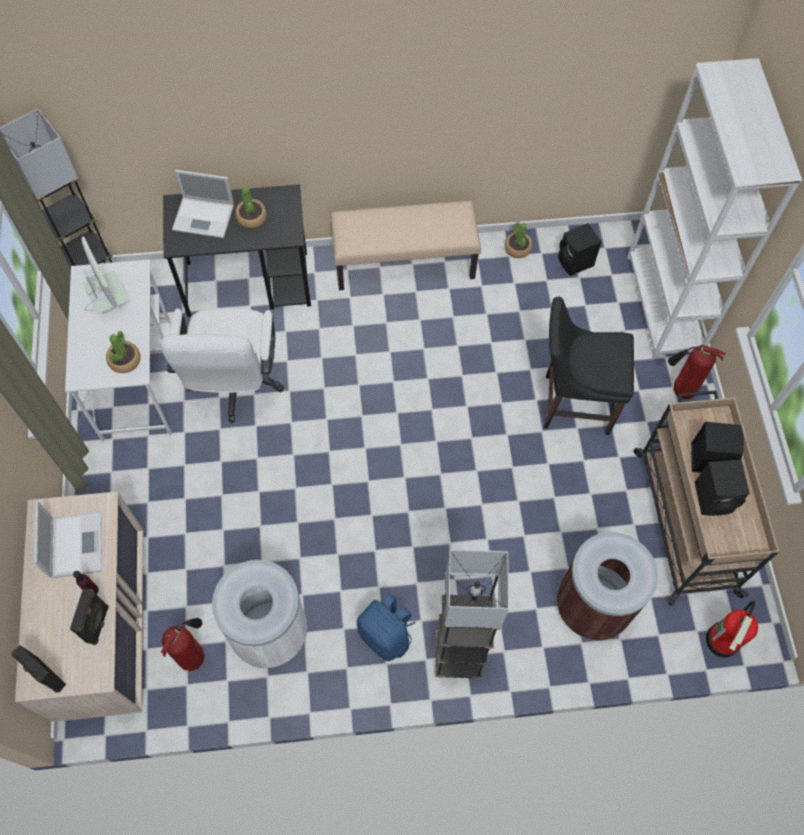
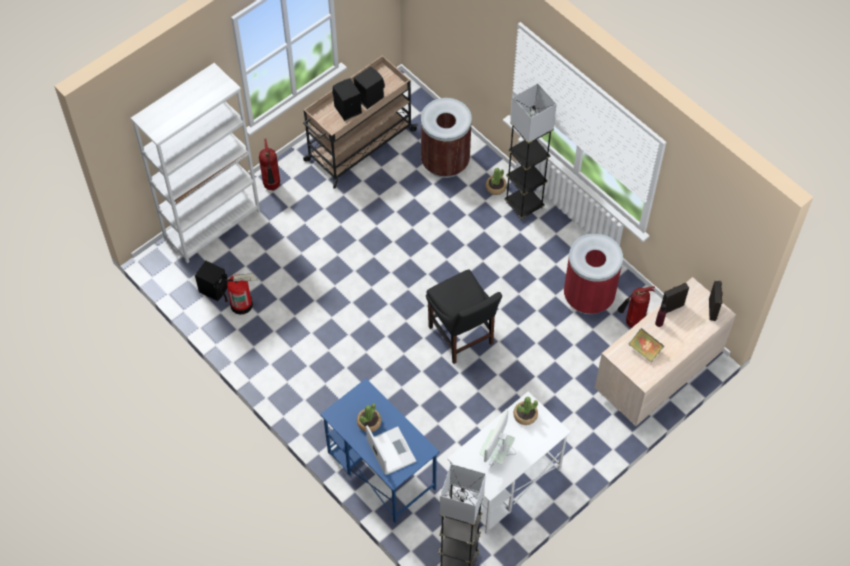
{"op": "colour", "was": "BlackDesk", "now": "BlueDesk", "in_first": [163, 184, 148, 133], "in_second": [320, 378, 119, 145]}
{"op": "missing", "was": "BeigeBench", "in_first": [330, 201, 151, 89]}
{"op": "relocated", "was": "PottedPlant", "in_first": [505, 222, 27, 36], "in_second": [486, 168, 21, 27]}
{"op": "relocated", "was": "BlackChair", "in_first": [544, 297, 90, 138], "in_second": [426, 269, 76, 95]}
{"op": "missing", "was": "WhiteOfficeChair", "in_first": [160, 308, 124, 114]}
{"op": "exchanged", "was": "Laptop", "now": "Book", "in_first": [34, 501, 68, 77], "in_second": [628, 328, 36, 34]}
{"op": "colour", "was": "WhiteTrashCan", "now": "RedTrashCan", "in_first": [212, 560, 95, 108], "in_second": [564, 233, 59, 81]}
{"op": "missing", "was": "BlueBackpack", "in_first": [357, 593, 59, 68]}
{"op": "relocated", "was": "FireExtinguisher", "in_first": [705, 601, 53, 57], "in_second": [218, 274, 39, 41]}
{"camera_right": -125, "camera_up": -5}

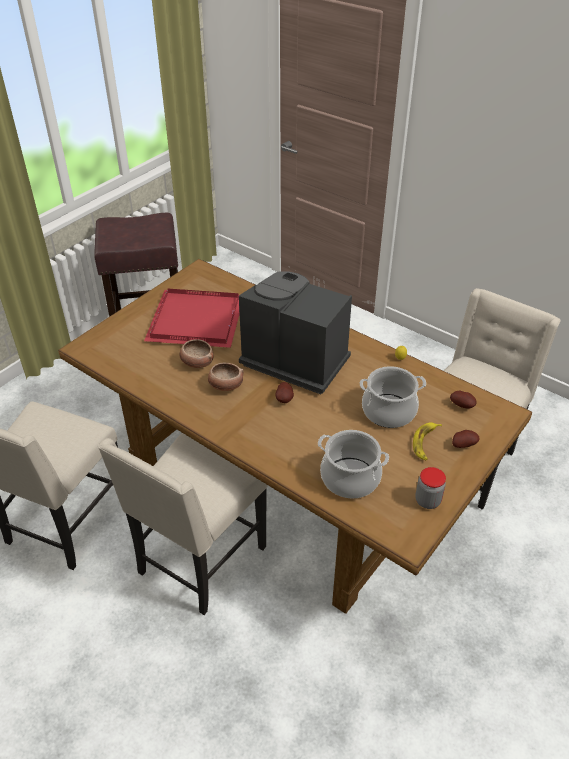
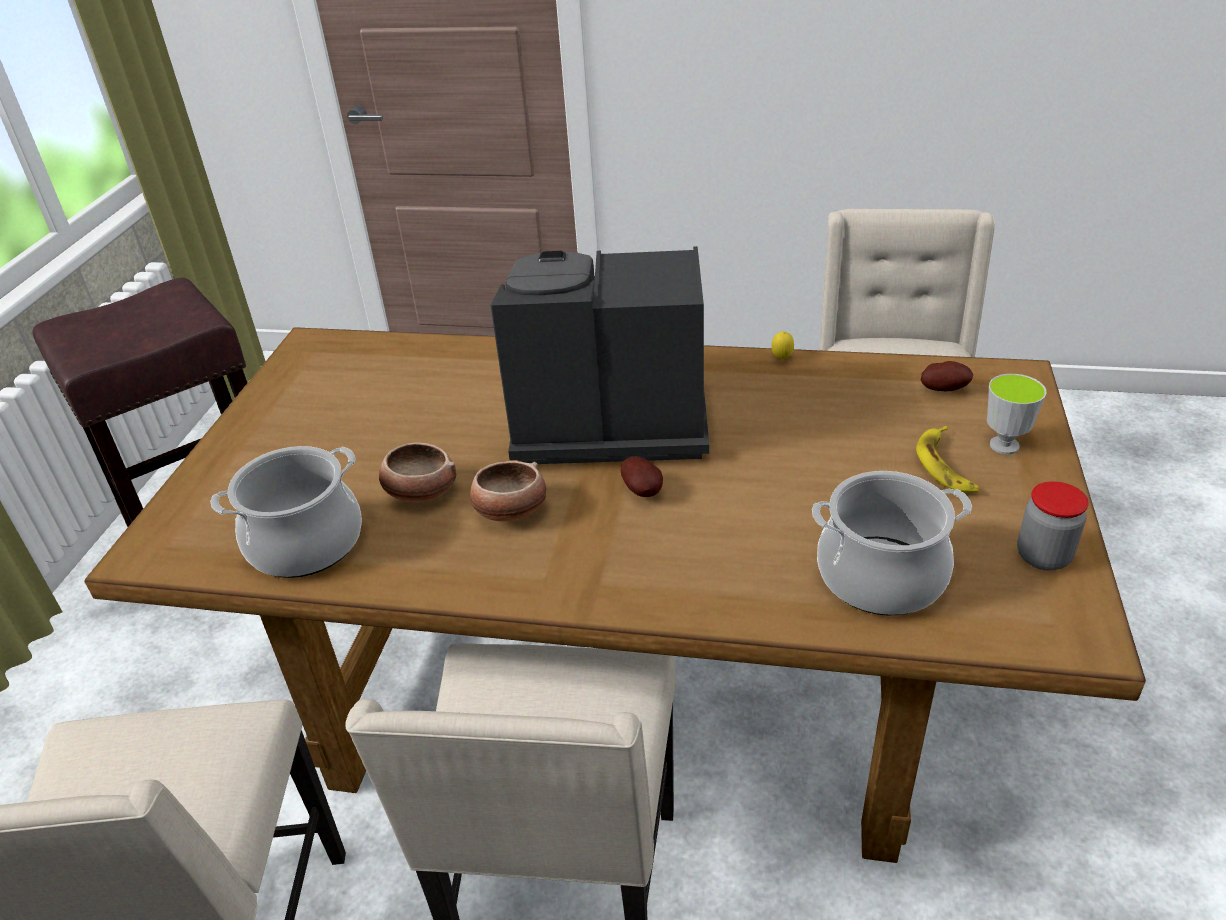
{"op": "missing", "was": "RedTray", "in_first": [144, 289, 95, 59]}
{"op": "relocated", "was": "CookingPot", "in_first": [360, 366, 66, 62], "in_second": [210, 446, 152, 132]}
{"op": "exchanged", "was": "Potato", "now": "Cup", "in_first": [452, 430, 28, 18], "in_second": [987, 374, 59, 80]}
{"camera_right": -25, "camera_up": -5}

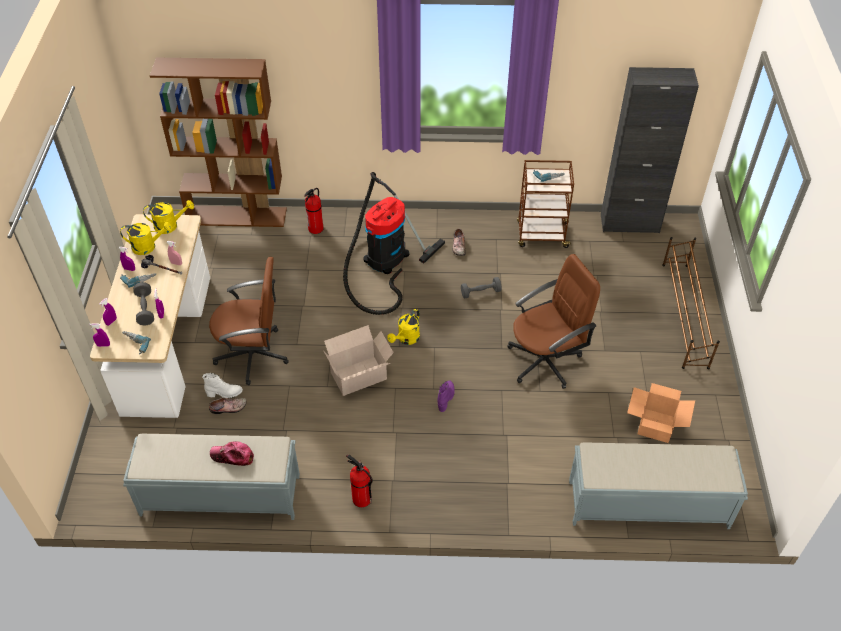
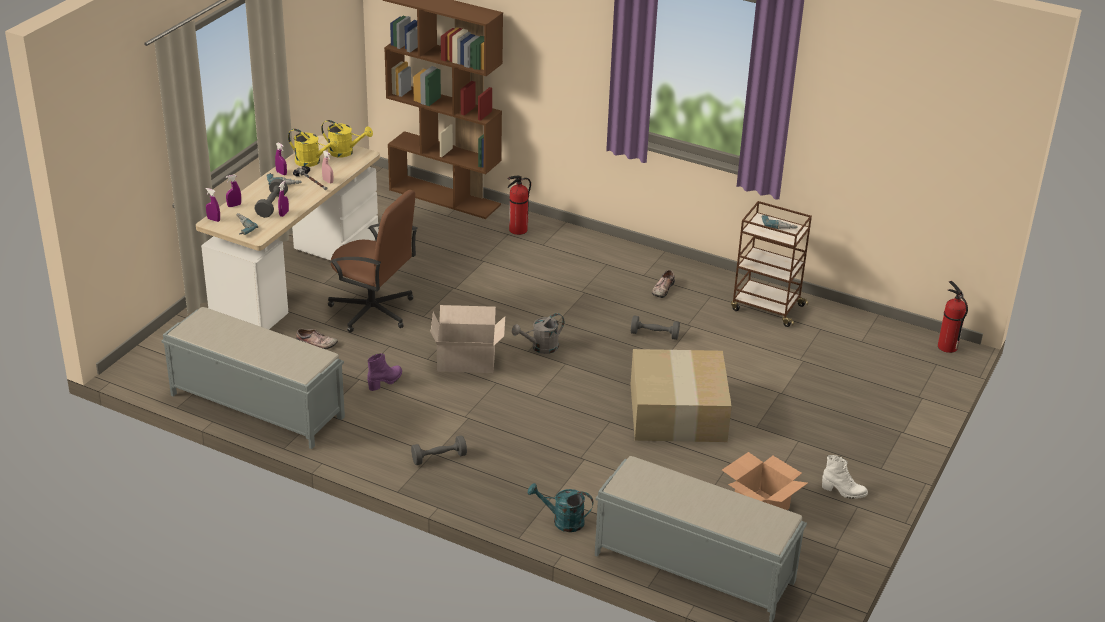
{"op": "missing", "was": "BlackCabinet", "in_first": [601, 67, 98, 166]}
{"op": "missing", "was": "VacuumCleaner", "in_first": [343, 172, 102, 143]}
{"op": "missing", "was": "BrownShoeRack", "in_first": [662, 237, 58, 132]}
{"op": "exchanged", "was": "BrownOfficeChair", "now": "CardboardBox", "in_first": [507, 254, 93, 135], "in_second": [631, 349, 101, 93]}
{"op": "colour", "was": "YellowWateringCan", "now": "GreyWateringCan", "in_first": [387, 309, 33, 36], "in_second": [512, 313, 52, 41]}
{"op": "relocated", "was": "WhiteBoot", "in_first": [202, 373, 41, 26], "in_second": [822, 455, 46, 44]}
{"op": "relocated", "was": "PurpleBoot", "in_first": [437, 380, 18, 32], "in_second": [367, 353, 35, 38]}
{"op": "missing", "was": "Cap", "in_first": [210, 442, 44, 24]}
{"op": "relocated", "was": "FireExtinguisher", "in_first": [346, 454, 27, 53], "in_second": [938, 281, 30, 72]}
{"op": "appeared", "now": "GreyDumbbell", "in_second": [411, 435, 56, 30]}
{"op": "appeared", "now": "TurquoiseWateringCan", "in_second": [528, 483, 65, 49]}
{"camera_right": 25, "camera_up": -15}

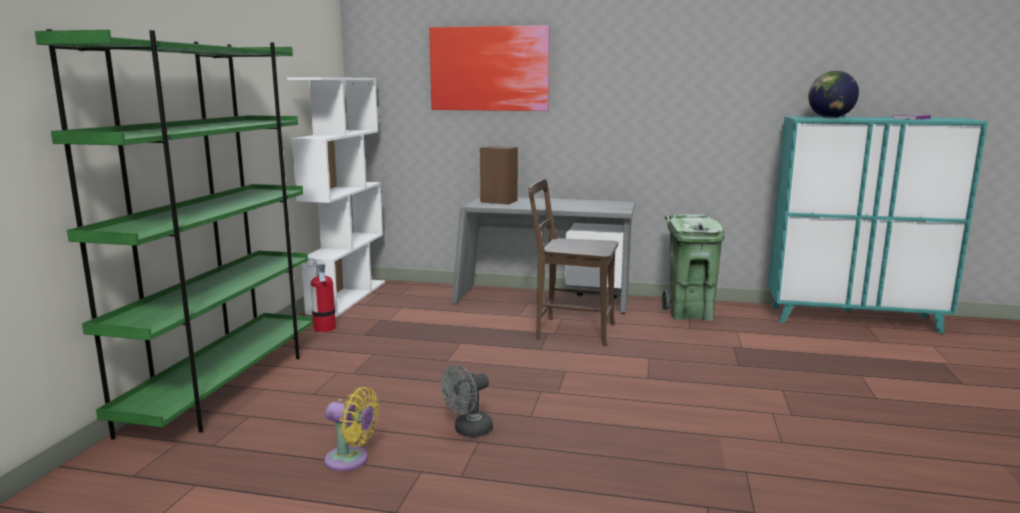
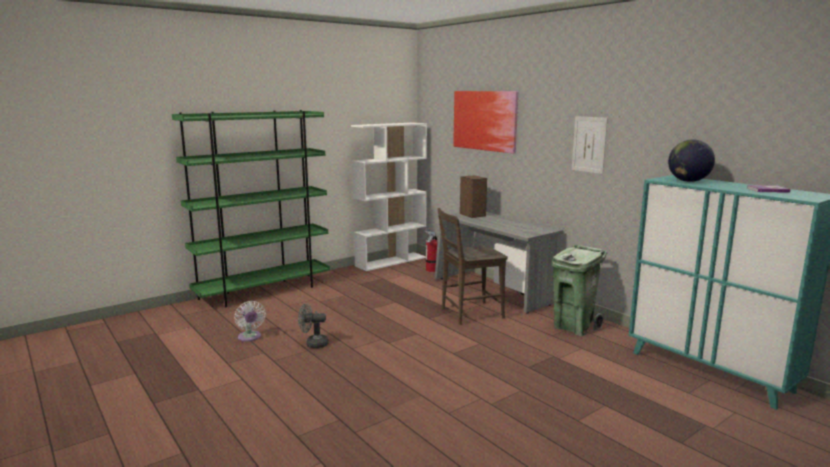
{"op": "spun", "was": "BrownChair", "in_first": [528, 179, 90, 167], "in_second": [437, 208, 71, 117], "clockwise": -75}
{"op": "relocated", "was": "FireExtinguisher", "in_first": [306, 258, 30, 74], "in_second": [425, 228, 13, 44]}
{"op": "colour", "was": "YellowFan", "now": "WhiteFan", "in_first": [324, 387, 55, 84], "in_second": [234, 301, 32, 41]}
{"op": "appeared", "now": "Picture", "in_second": [572, 116, 36, 58]}
{"camera_right": 40, "camera_up": 0}

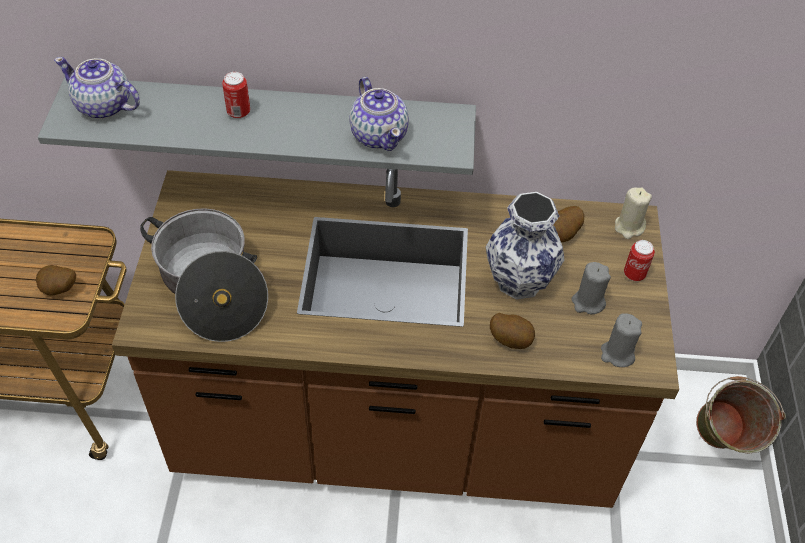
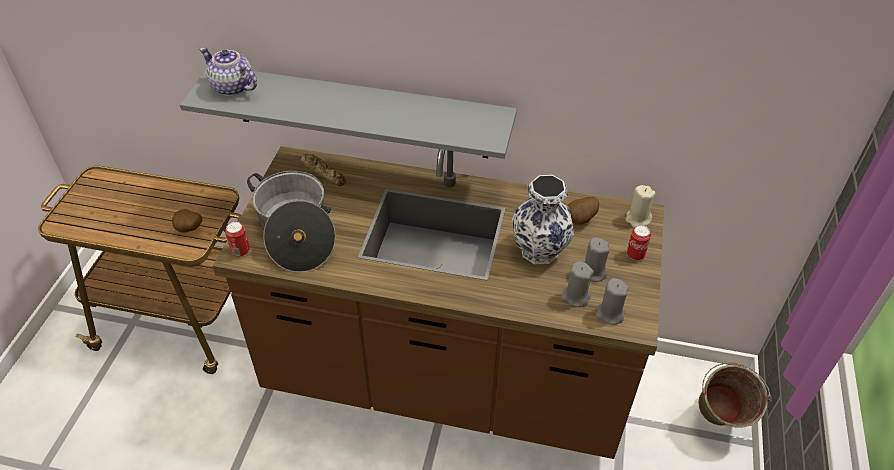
{"op": "relocated", "was": "Can", "in_first": [222, 72, 28, 47], "in_second": [225, 222, 25, 35]}
{"op": "missing", "was": "Teapot", "in_first": [349, 77, 60, 74]}
{"op": "missing", "was": "Potato", "in_first": [490, 313, 45, 36]}
{"op": "appeared", "now": "Bread", "in_second": [301, 154, 46, 32]}
{"op": "appeared", "now": "GreyCandle", "in_second": [561, 261, 33, 46]}
{"camera_right": 10, "camera_up": -5}

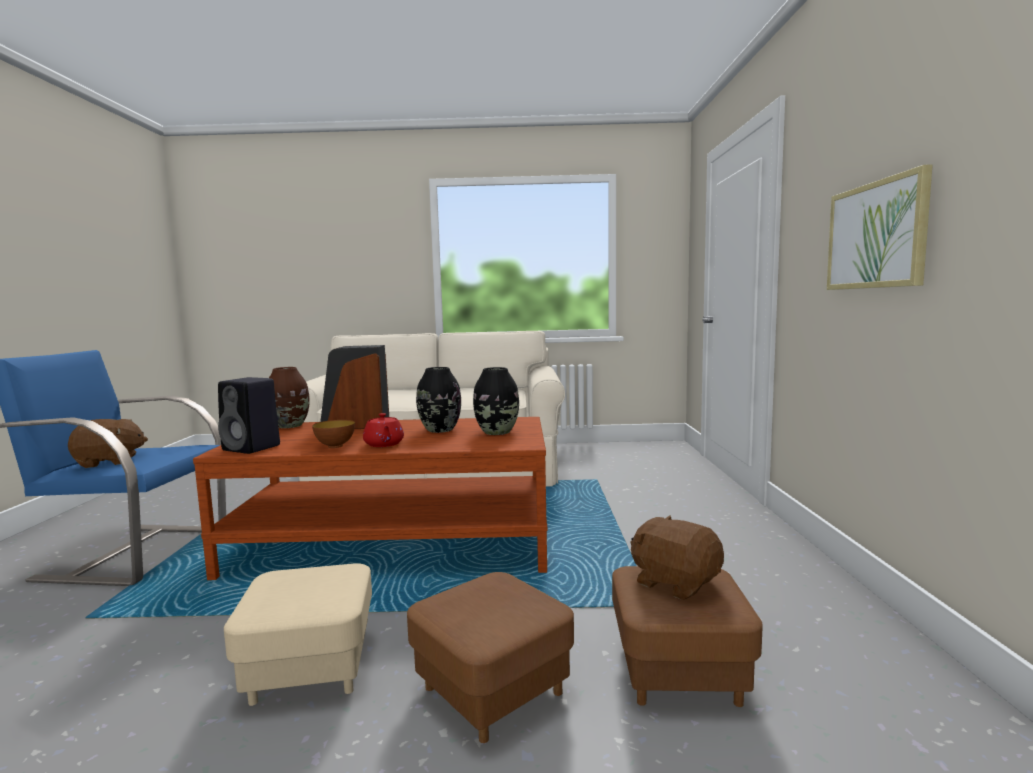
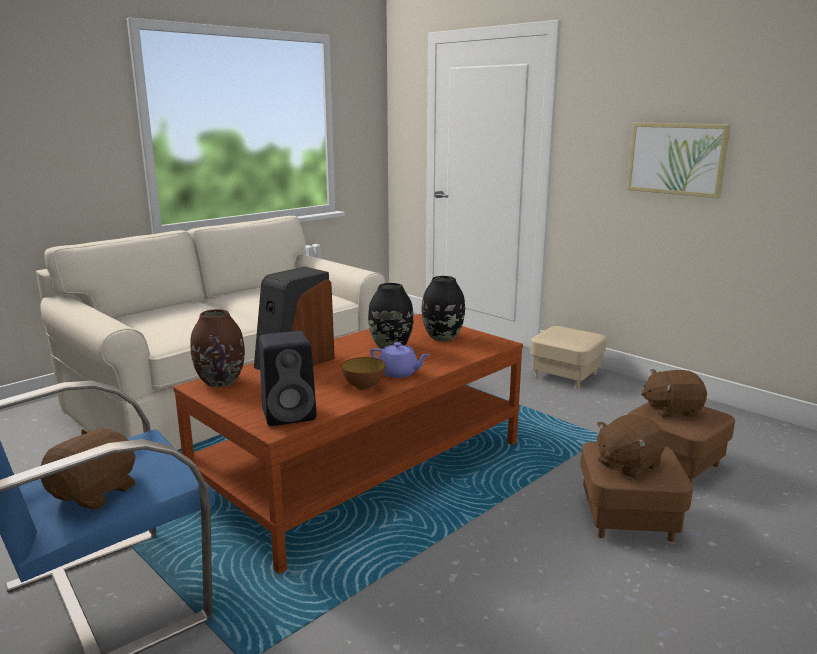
{"op": "colour", "was": "RedTeapot", "now": "PurpleTeapot", "in_first": [363, 413, 41, 34], "in_second": [370, 342, 60, 36]}
{"op": "relocated", "was": "BeigeOttoman", "in_first": [224, 563, 148, 143], "in_second": [530, 326, 77, 62]}
{"op": "appeared", "now": "BrownPlushToy", "in_second": [597, 415, 70, 64]}
{"camera_right": -45, "camera_up": 10}

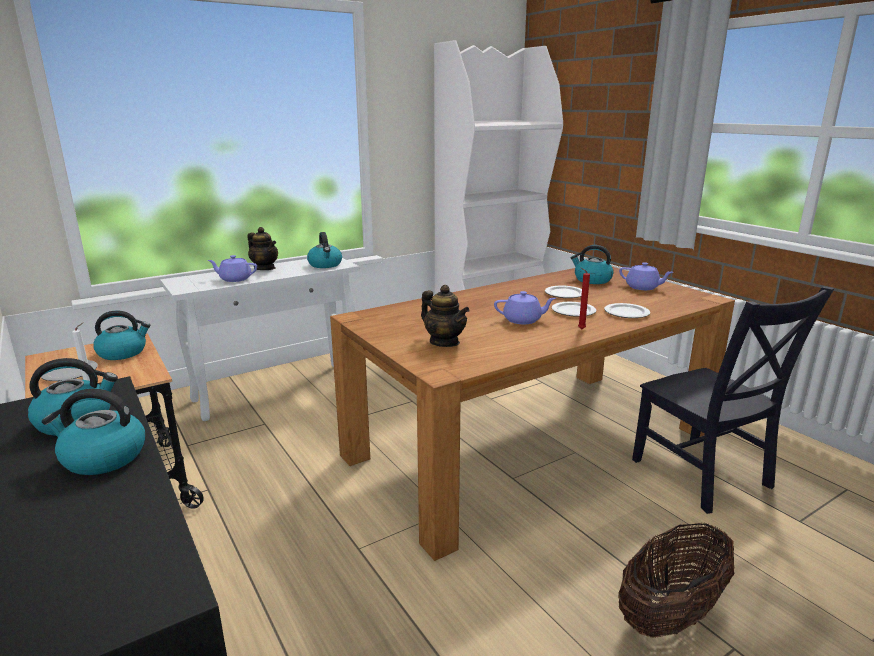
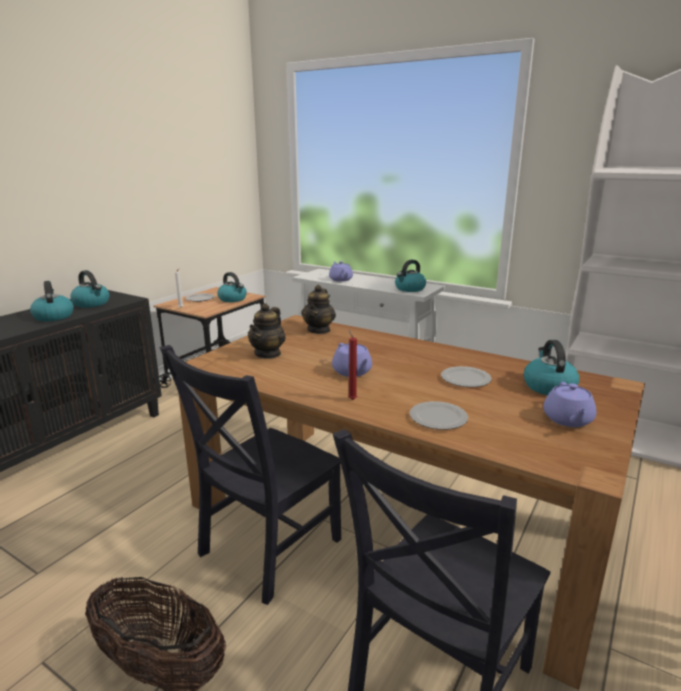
{"op": "relocated", "was": "Teapot", "in_first": [247, 227, 31, 43], "in_second": [301, 285, 35, 49]}
{"op": "missing", "was": "Plate", "in_first": [552, 302, 44, 15]}
{"op": "appeared", "now": "BlackChair", "in_second": [159, 345, 182, 260]}
{"camera_right": 65, "camera_up": 0}

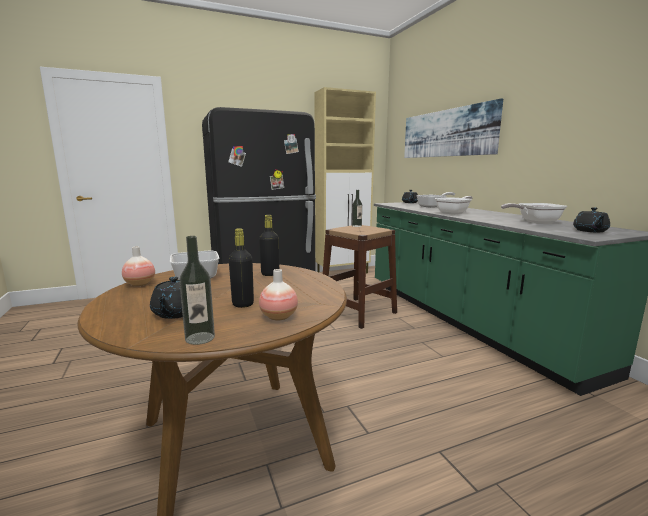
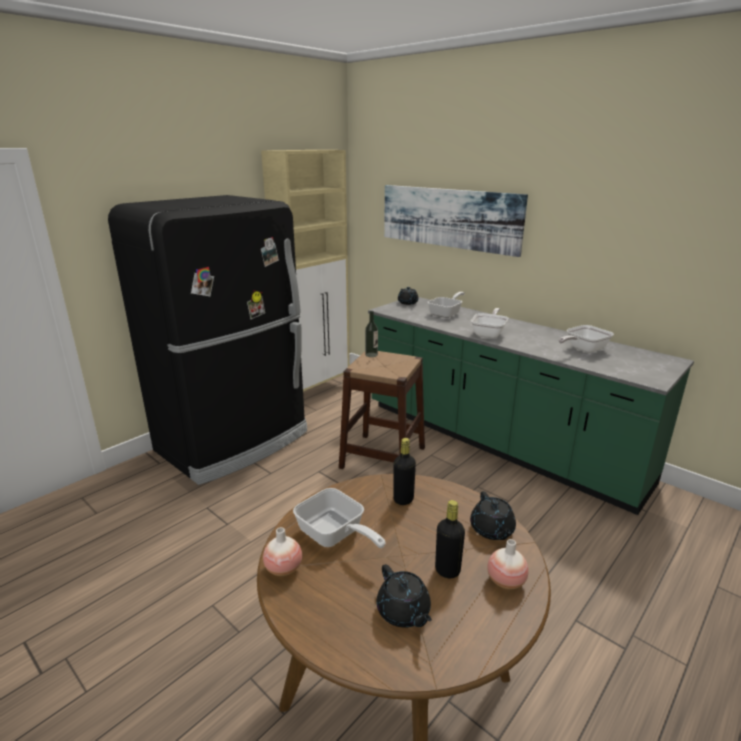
{"op": "relocated", "was": "BlackTeapot", "in_first": [573, 207, 37, 25], "in_second": [470, 491, 46, 49]}
{"op": "missing", "was": "Bottle", "in_first": [179, 236, 36, 109]}
{"camera_right": -25, "camera_up": 10}

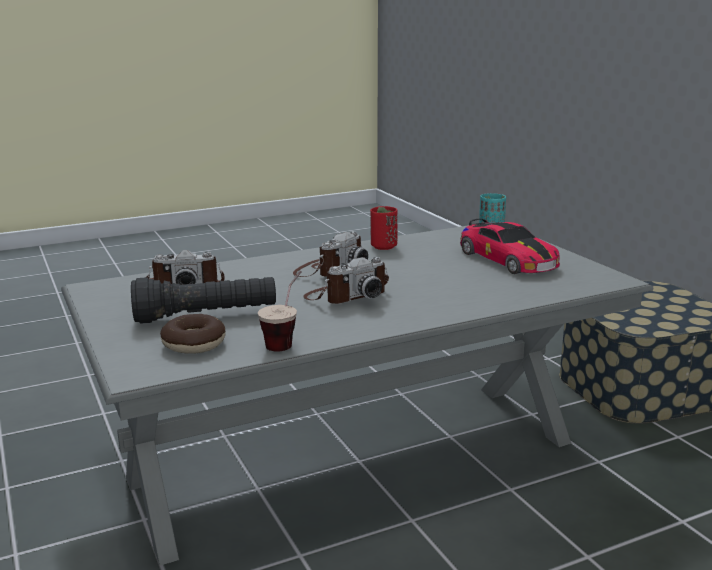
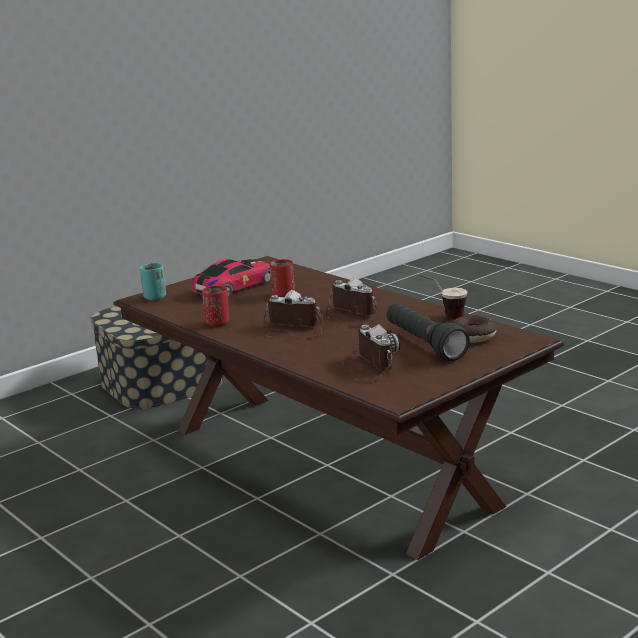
{"op": "colour", "was": "GreyCoffeeTable", "now": "BrownCoffeeTable", "in_first": [61, 225, 592, 341], "in_second": [114, 256, 450, 304]}
{"op": "appeared", "now": "RedCup", "in_second": [270, 259, 25, 38]}
{"camera_right": -105, "camera_up": 0}

